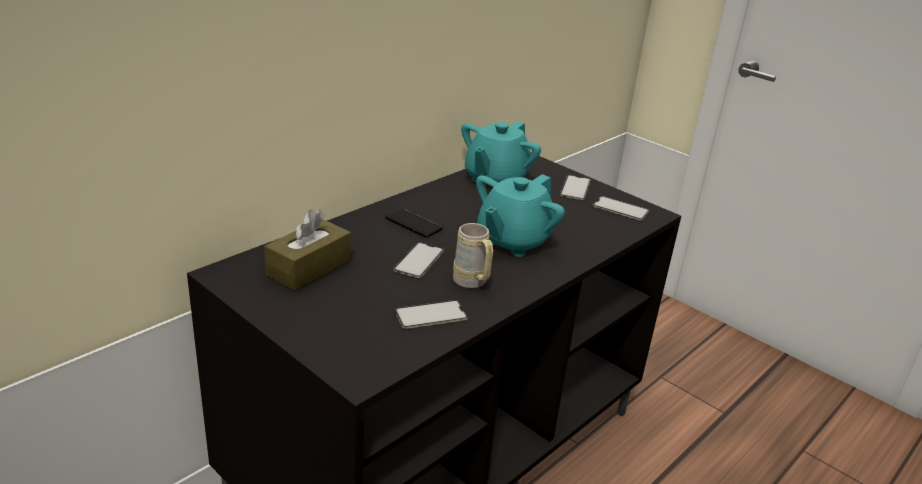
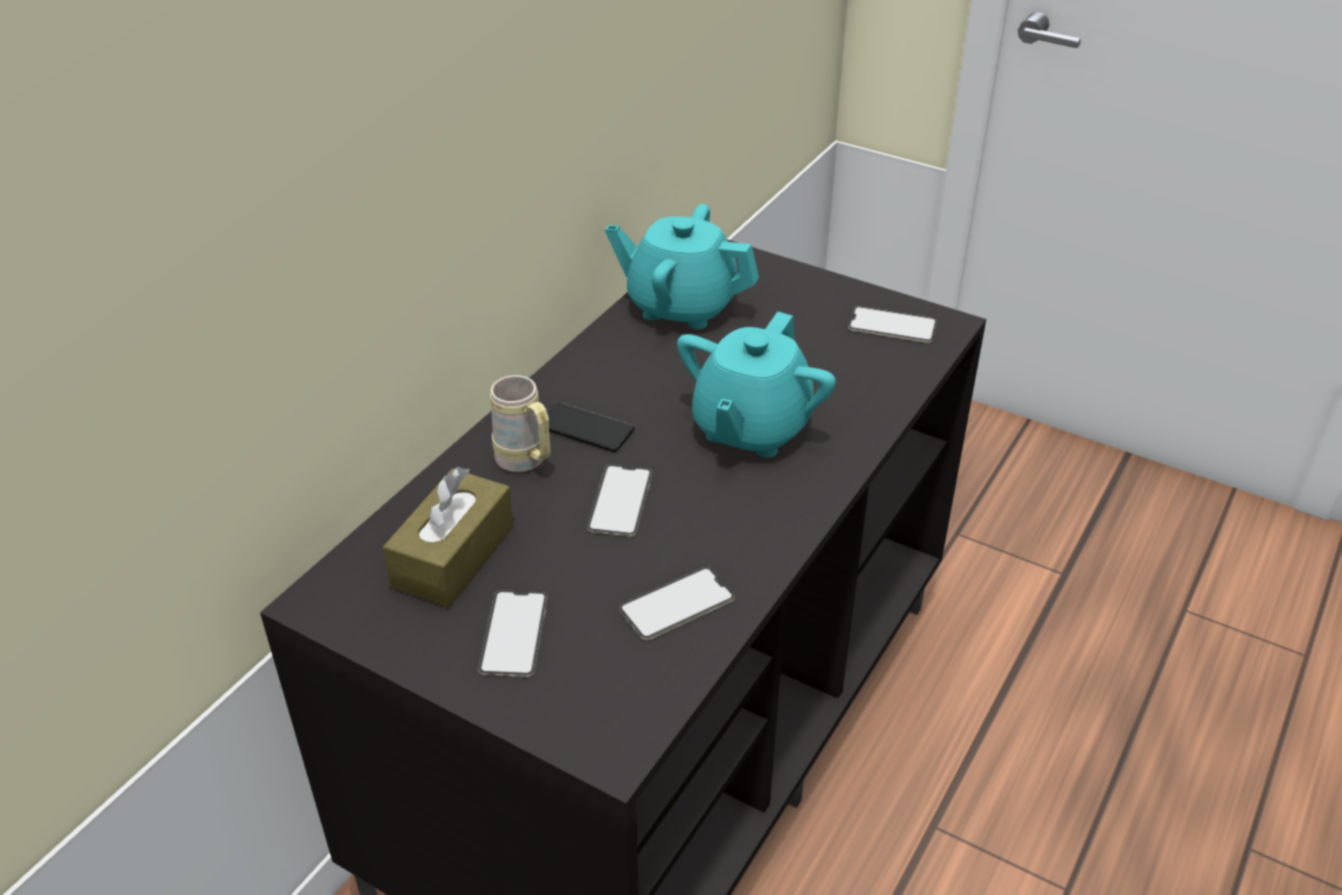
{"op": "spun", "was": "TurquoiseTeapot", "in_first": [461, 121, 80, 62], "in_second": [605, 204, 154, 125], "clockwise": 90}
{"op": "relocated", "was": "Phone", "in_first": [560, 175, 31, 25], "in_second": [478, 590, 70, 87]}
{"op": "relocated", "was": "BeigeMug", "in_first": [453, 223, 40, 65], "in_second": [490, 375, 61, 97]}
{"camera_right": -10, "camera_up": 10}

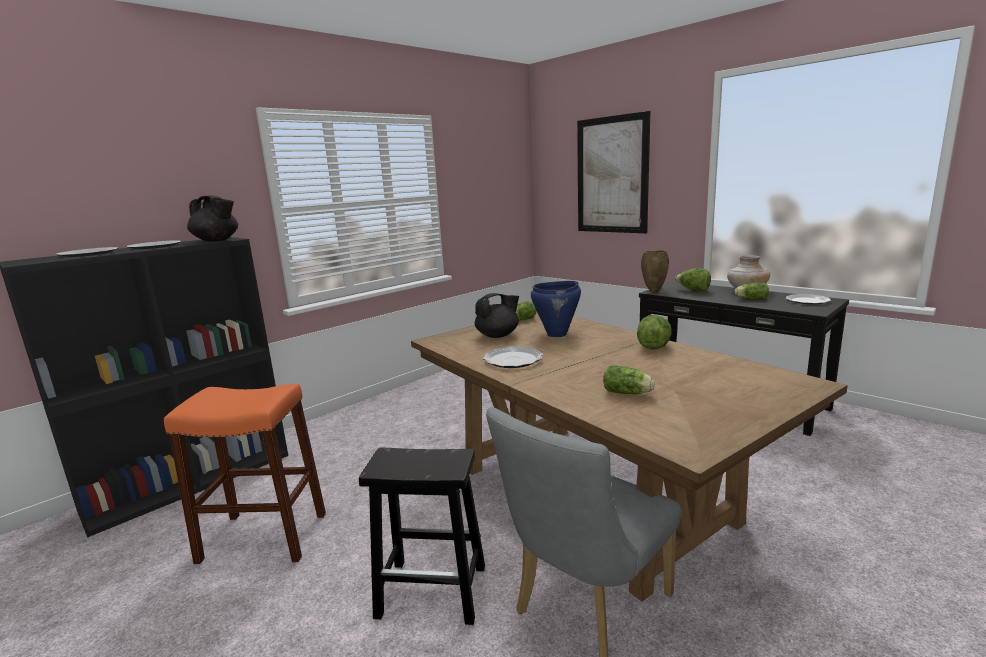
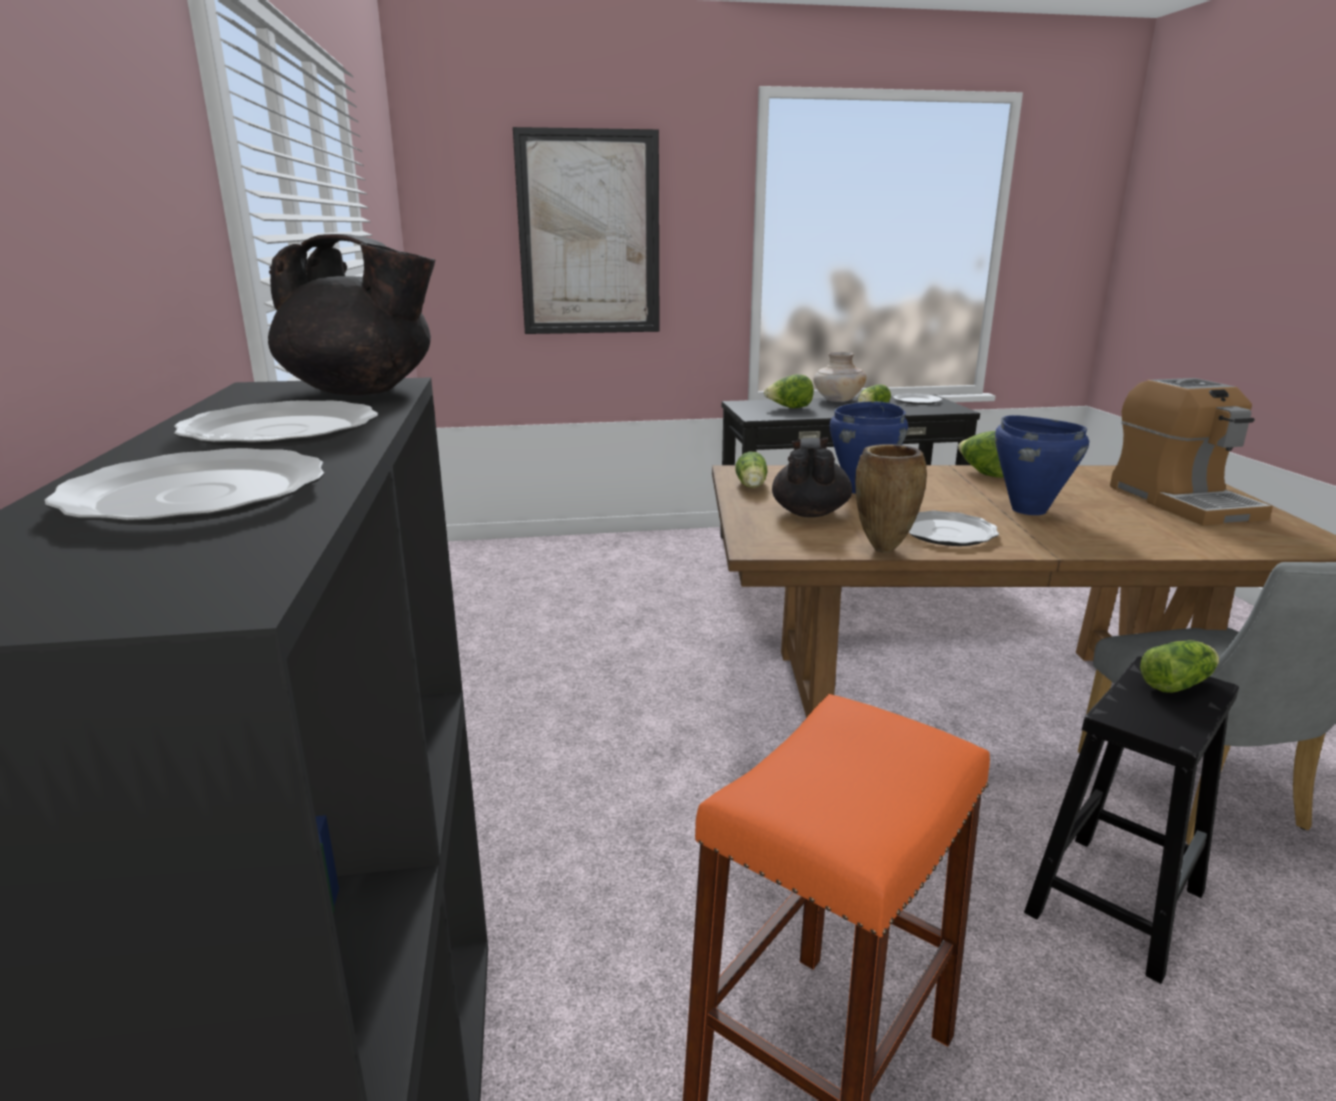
{"op": "spun", "was": "BlackTeapot", "in_first": [187, 196, 51, 45], "in_second": [268, 234, 167, 161], "clockwise": 45}
{"op": "relocated", "was": "BrownVase", "in_first": [641, 250, 28, 42], "in_second": [855, 444, 72, 109]}
{"op": "relocated", "was": "Lettuce", "in_first": [603, 365, 52, 29], "in_second": [1140, 640, 79, 53]}
{"op": "appeared", "now": "CoffeeMachine", "in_second": [1110, 378, 163, 148]}
{"op": "appeared", "now": "BlueCookingPot", "in_second": [995, 415, 94, 100]}
{"camera_right": -55, "camera_up": 5}

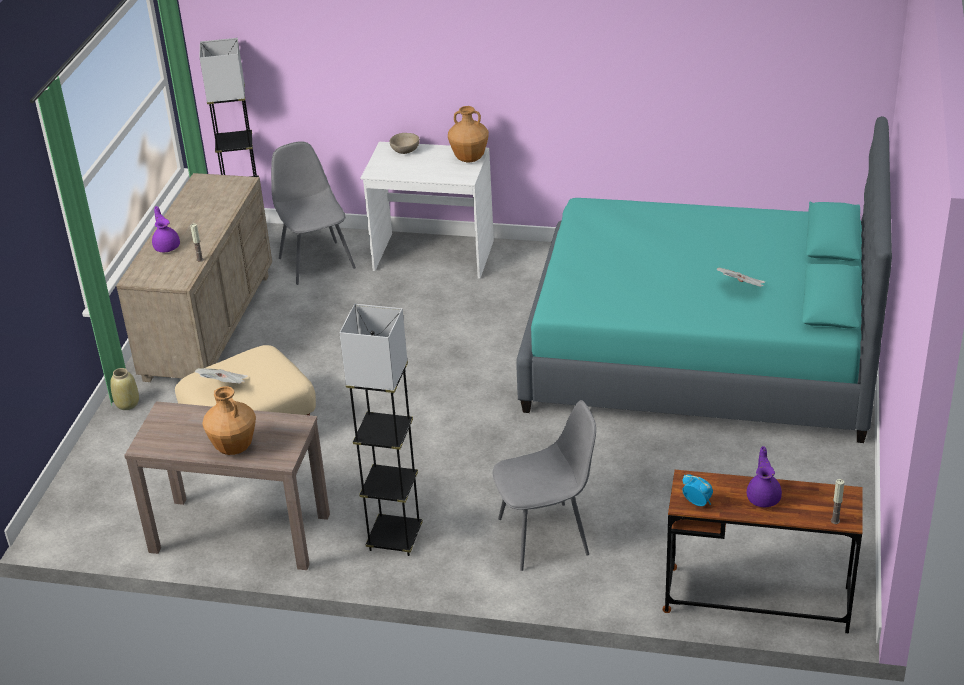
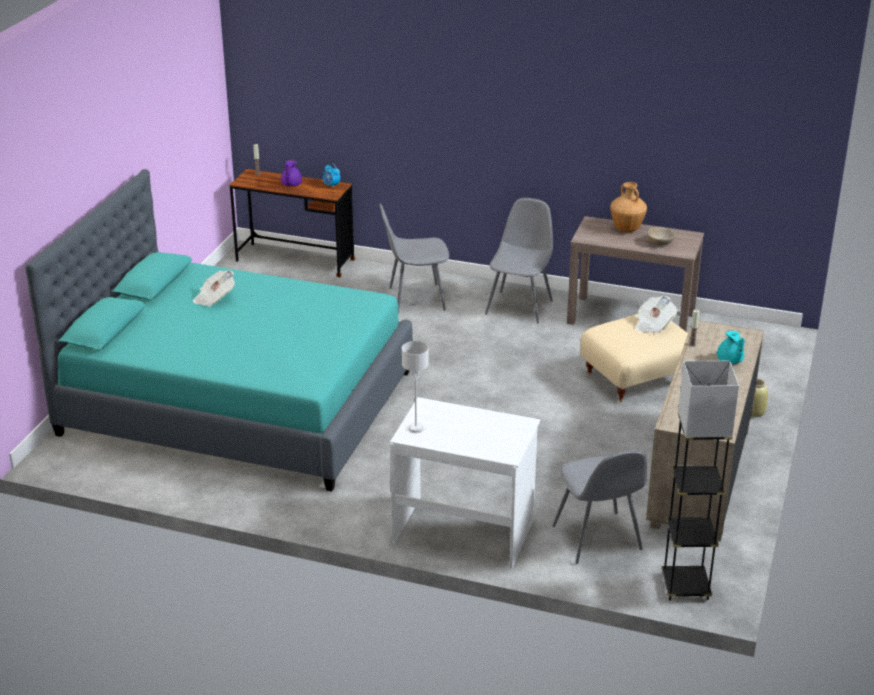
{"op": "exchanged", "was": "BrownVase", "now": "GreyTableLamp", "in_first": [448, 106, 41, 56], "in_second": [402, 341, 27, 92]}
{"op": "relocated", "was": "BeigeBowl", "in_first": [390, 133, 30, 21], "in_second": [647, 227, 28, 19]}
{"op": "colour", "was": "PurpleTeapot", "now": "TurquoiseTeapot", "in_first": [152, 206, 28, 46], "in_second": [717, 330, 28, 34]}
{"op": "exchanged", "was": "GreyFloorLamp", "now": "GreyChair", "in_first": [339, 304, 84, 252], "in_second": [485, 198, 68, 126]}
{"camera_right": -175, "camera_up": -5}

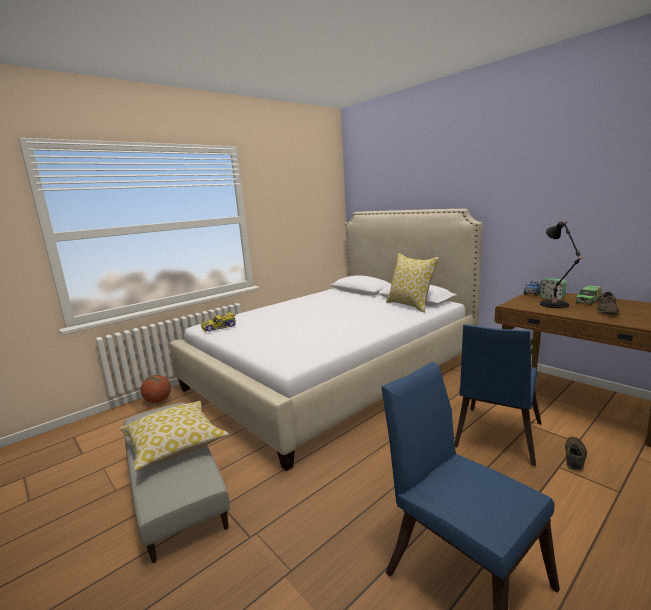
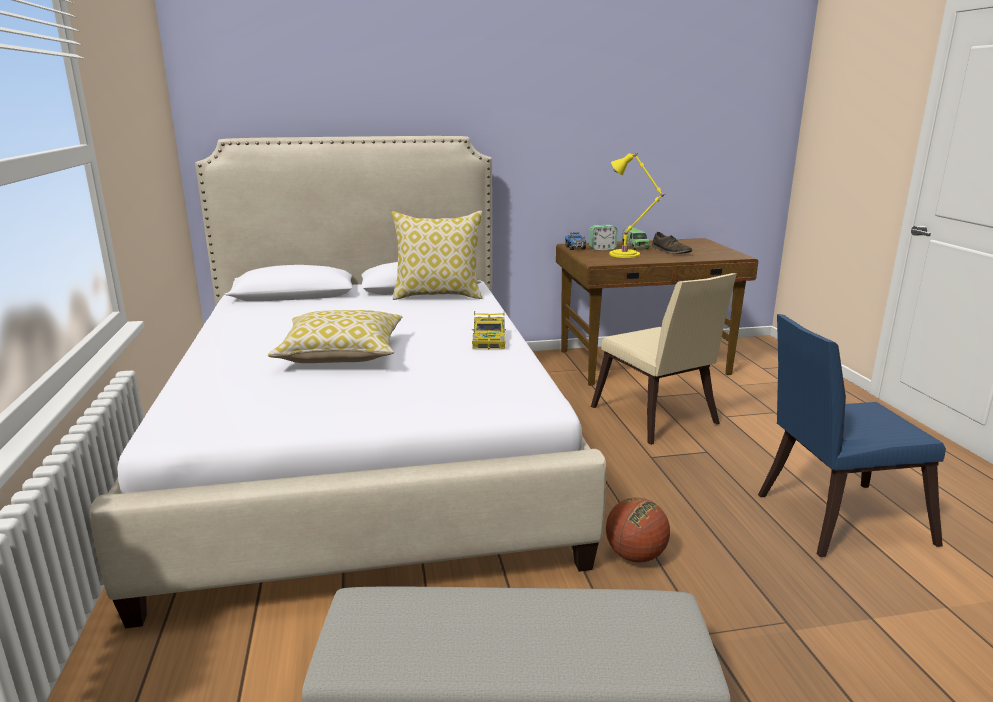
{"op": "colour", "was": "BlackTableLamp", "now": "YellowTableLamp", "in_first": [540, 221, 43, 87], "in_second": [609, 153, 56, 105]}
{"op": "relocated", "was": "ToyCar", "in_first": [201, 311, 35, 21], "in_second": [472, 311, 34, 38]}
{"op": "colour", "was": "BlueChair", "now": "BeigeChair", "in_first": [454, 324, 87, 142], "in_second": [591, 273, 146, 172]}
{"op": "relocated", "was": "Basketball", "in_first": [141, 375, 30, 28], "in_second": [606, 497, 64, 65]}
{"op": "relocated", "was": "Pillow", "in_first": [120, 401, 109, 70], "in_second": [268, 310, 134, 53]}
{"op": "missing", "was": "BrownShoe", "in_first": [565, 437, 22, 33]}
{"camera_right": -60, "camera_up": 5}

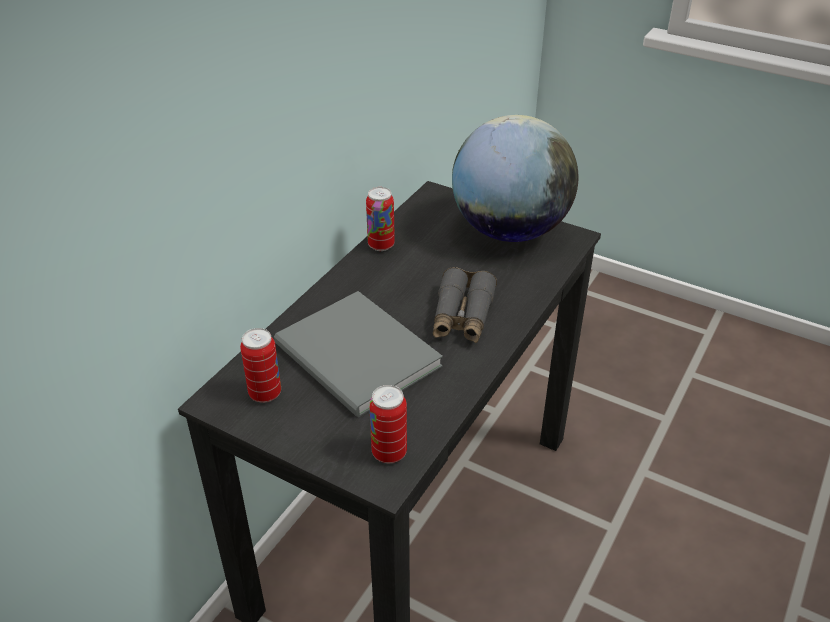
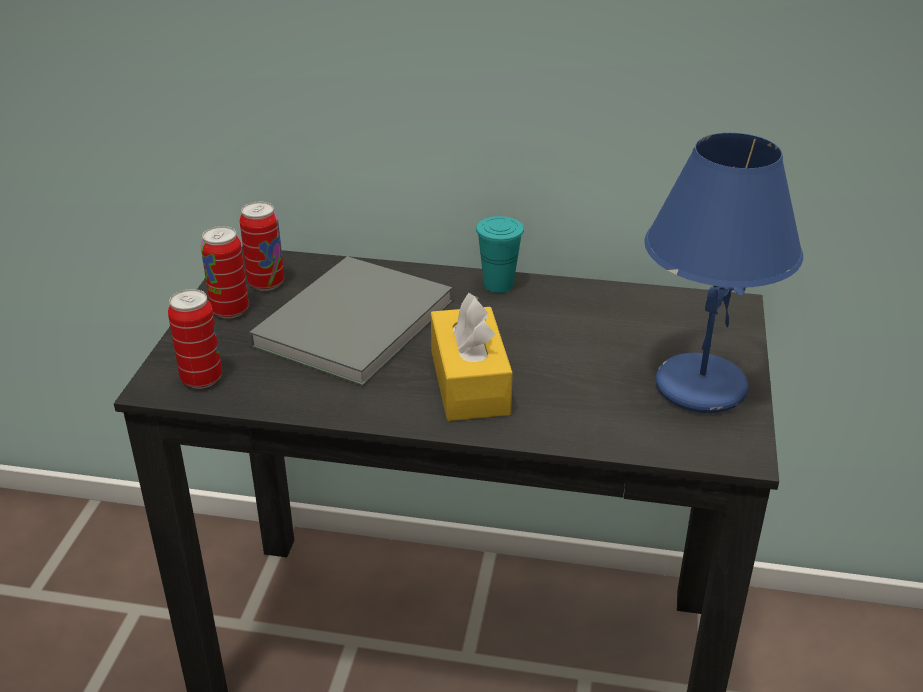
{"op": "exchanged", "was": "Globe", "now": "BlueTableLamp", "in_first": [452, 115, 127, 127], "in_second": [644, 132, 159, 281]}
{"op": "relocated", "was": "Can", "in_first": [366, 187, 29, 64], "in_second": [201, 226, 48, 92]}
{"op": "exchanged", "was": "GreyBinoculars", "now": "YellowTissueBox", "in_first": [433, 267, 64, 76], "in_second": [431, 293, 82, 128]}
{"op": "appeared", "now": "TurquoiseCup", "in_second": [476, 216, 48, 77]}
{"camera_right": 70, "camera_up": -5}

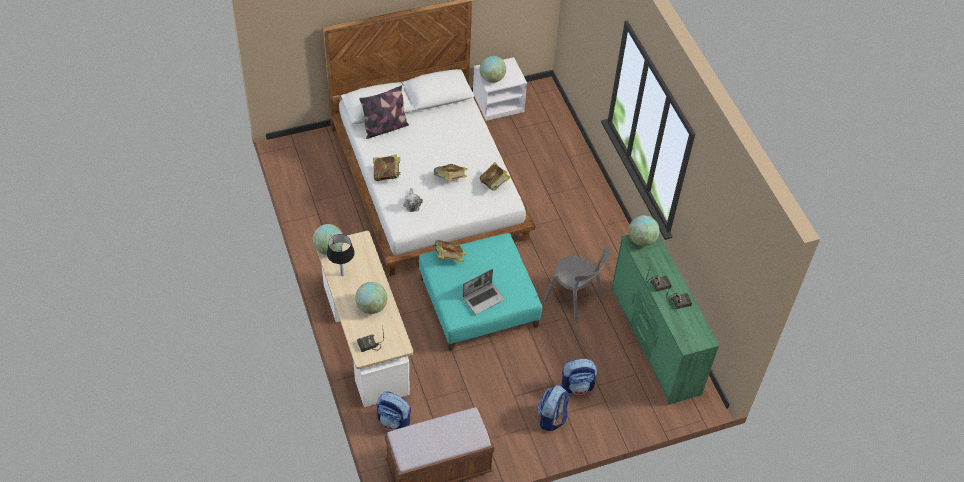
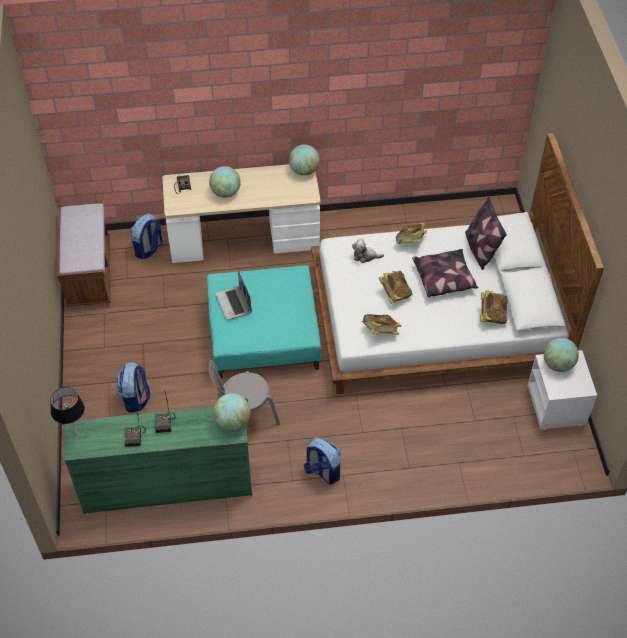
{"op": "relocated", "was": "TableLamp", "in_first": [327, 234, 28, 42], "in_second": [50, 387, 35, 48]}
{"op": "relocated", "was": "Book", "in_first": [432, 240, 34, 22], "in_second": [480, 290, 28, 34]}
{"op": "relocated", "was": "Backpack", "in_first": [537, 385, 33, 46], "in_second": [304, 437, 37, 48]}
{"op": "appeared", "now": "Pillow", "in_second": [412, 249, 67, 49]}
{"camera_right": 105, "camera_up": 0}

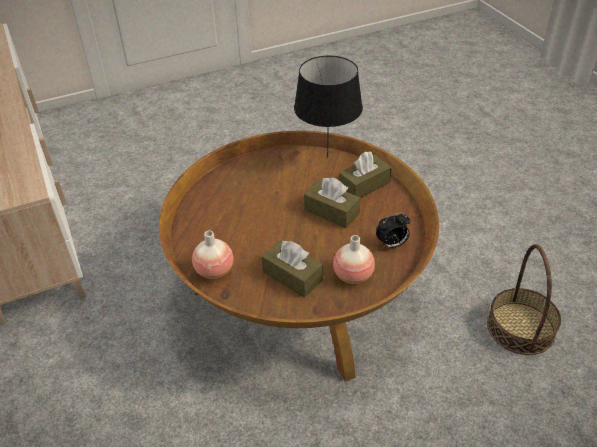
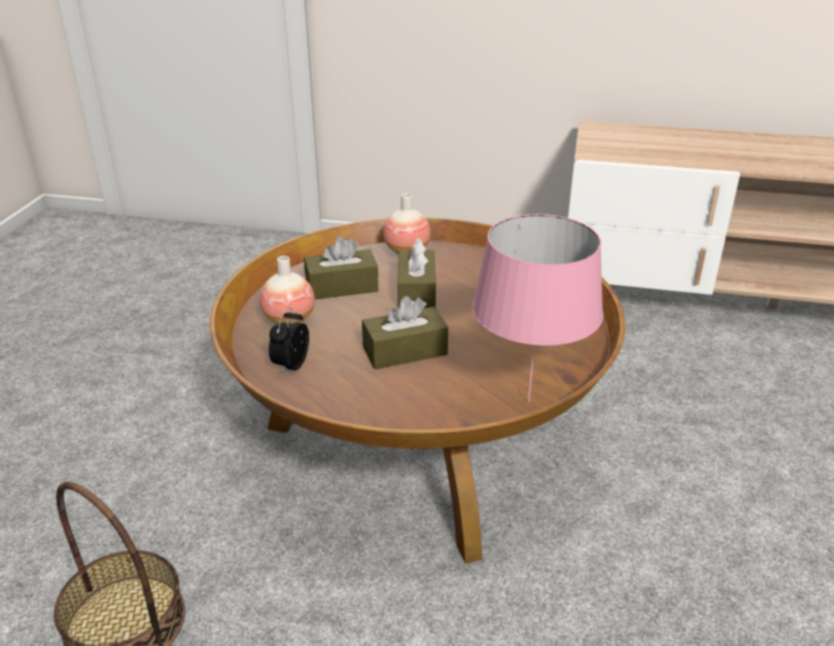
{"op": "colour", "was": "BlackTableLamp", "now": "PinkTableLamp", "in_first": [294, 56, 69, 102], "in_second": [472, 214, 131, 189]}
{"op": "relocated", "was": "BrownTissueBox", "in_first": [339, 152, 53, 46], "in_second": [398, 239, 38, 70]}
{"camera_right": 125, "camera_up": -10}

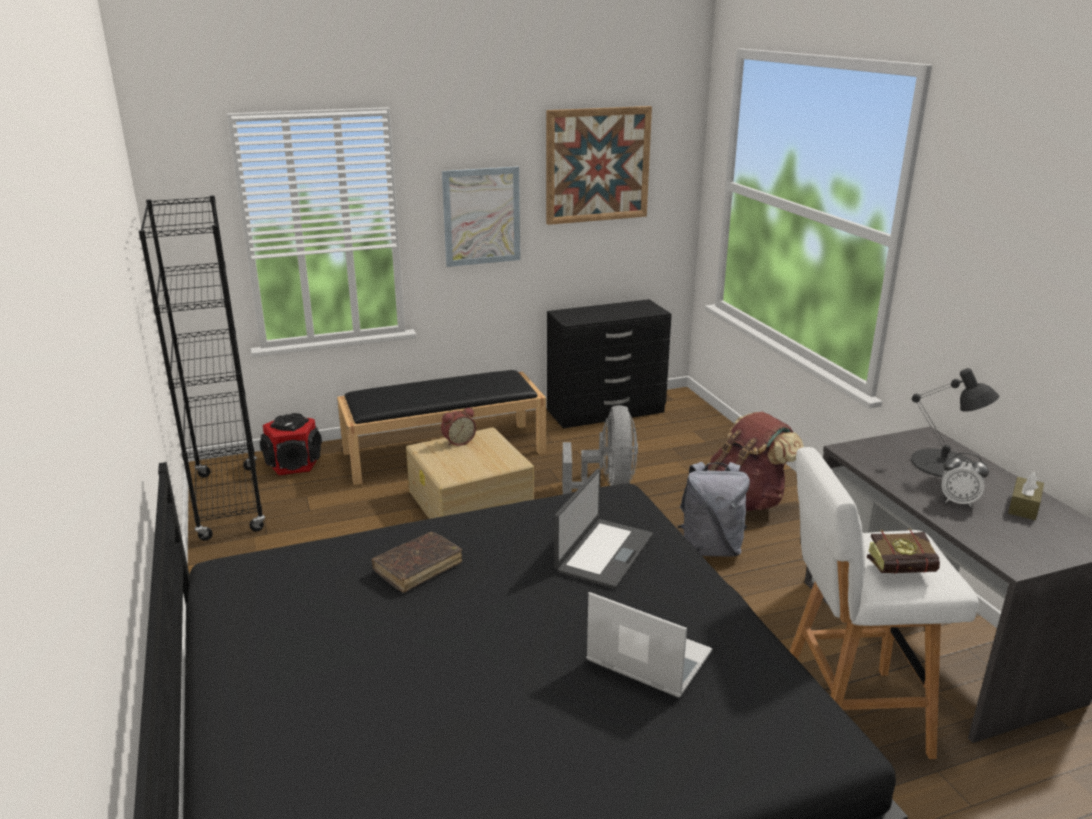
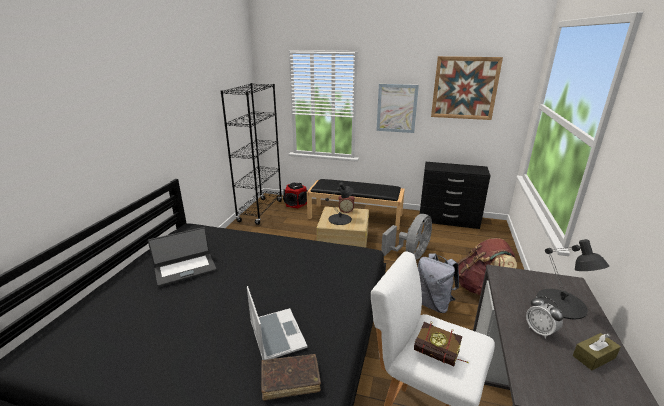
{"op": "relocated", "was": "Laptop", "in_first": [554, 469, 99, 120], "in_second": [148, 227, 69, 60]}
{"op": "relocated", "was": "BrownBook", "in_first": [372, 532, 90, 61], "in_second": [261, 354, 60, 47]}
{"op": "appeared", "now": "BlackTableLamp", "in_second": [325, 182, 29, 43]}
{"camera_right": 35, "camera_up": 0}

